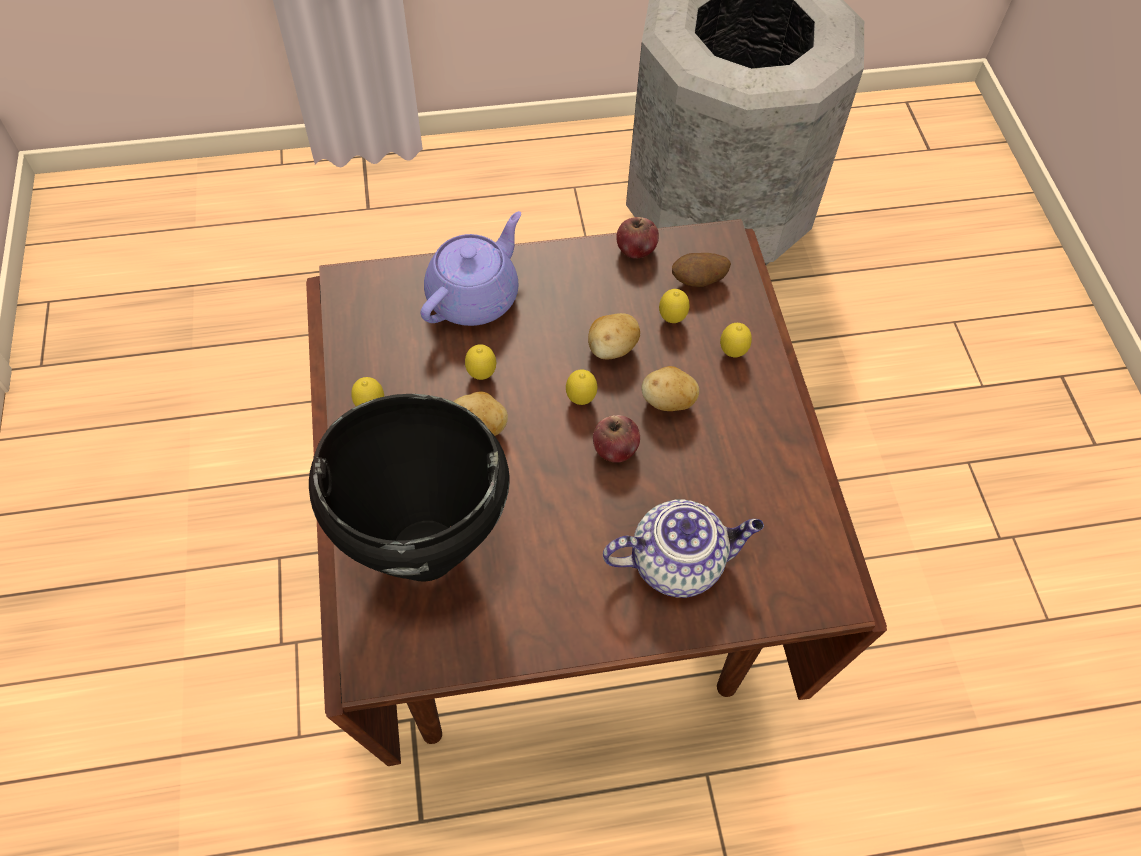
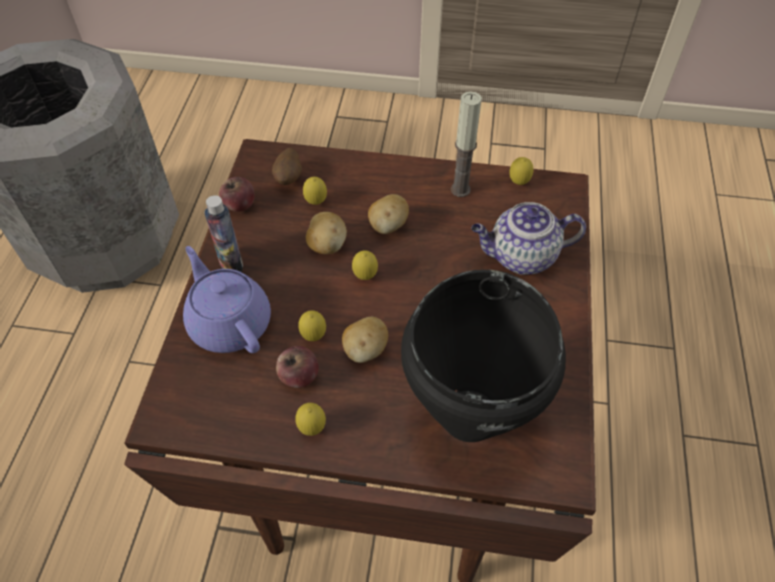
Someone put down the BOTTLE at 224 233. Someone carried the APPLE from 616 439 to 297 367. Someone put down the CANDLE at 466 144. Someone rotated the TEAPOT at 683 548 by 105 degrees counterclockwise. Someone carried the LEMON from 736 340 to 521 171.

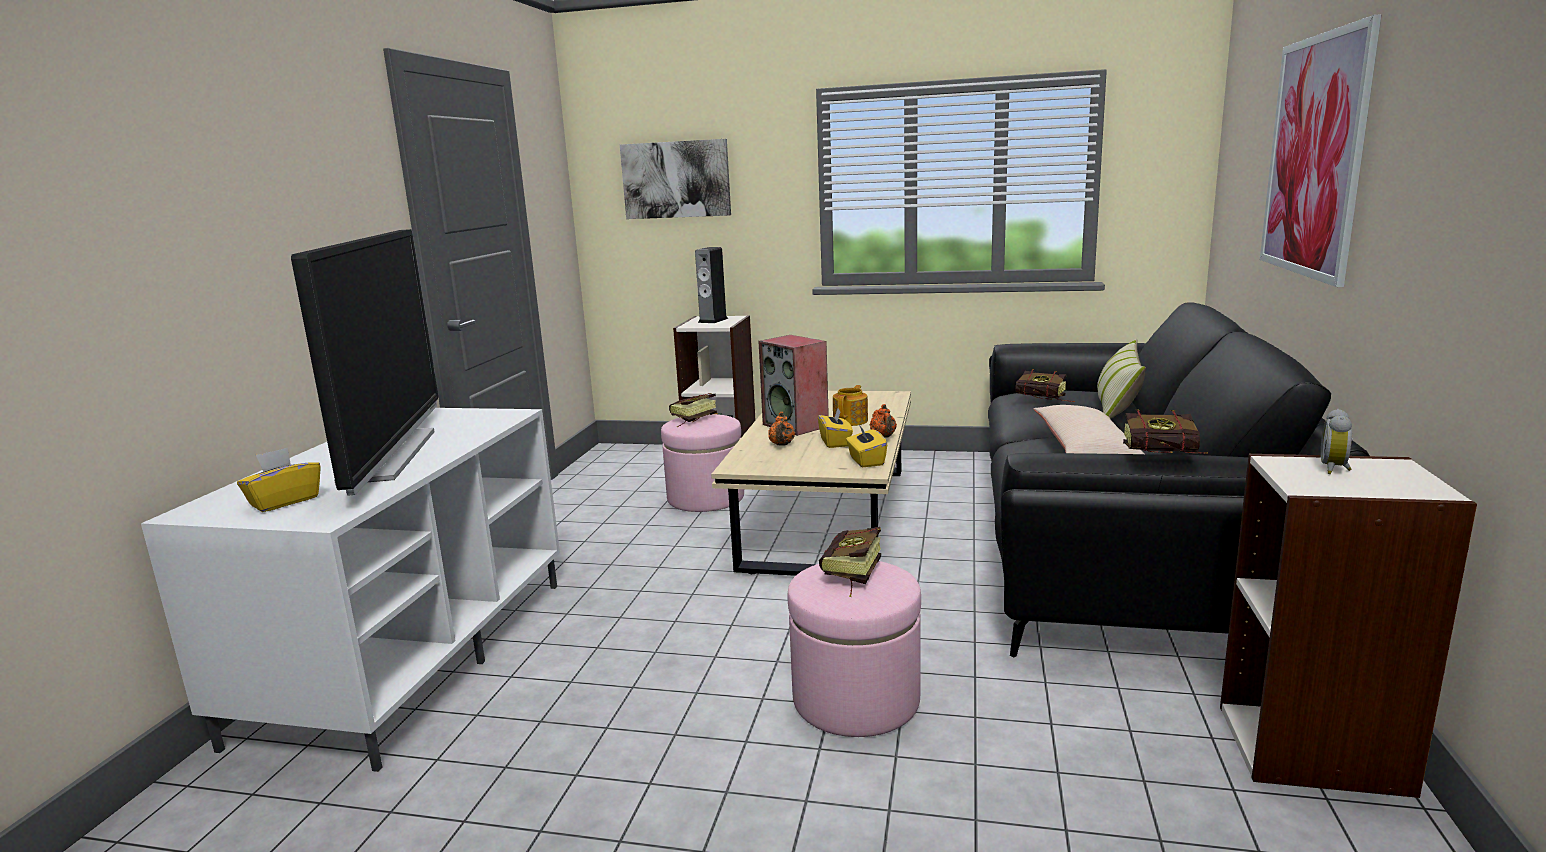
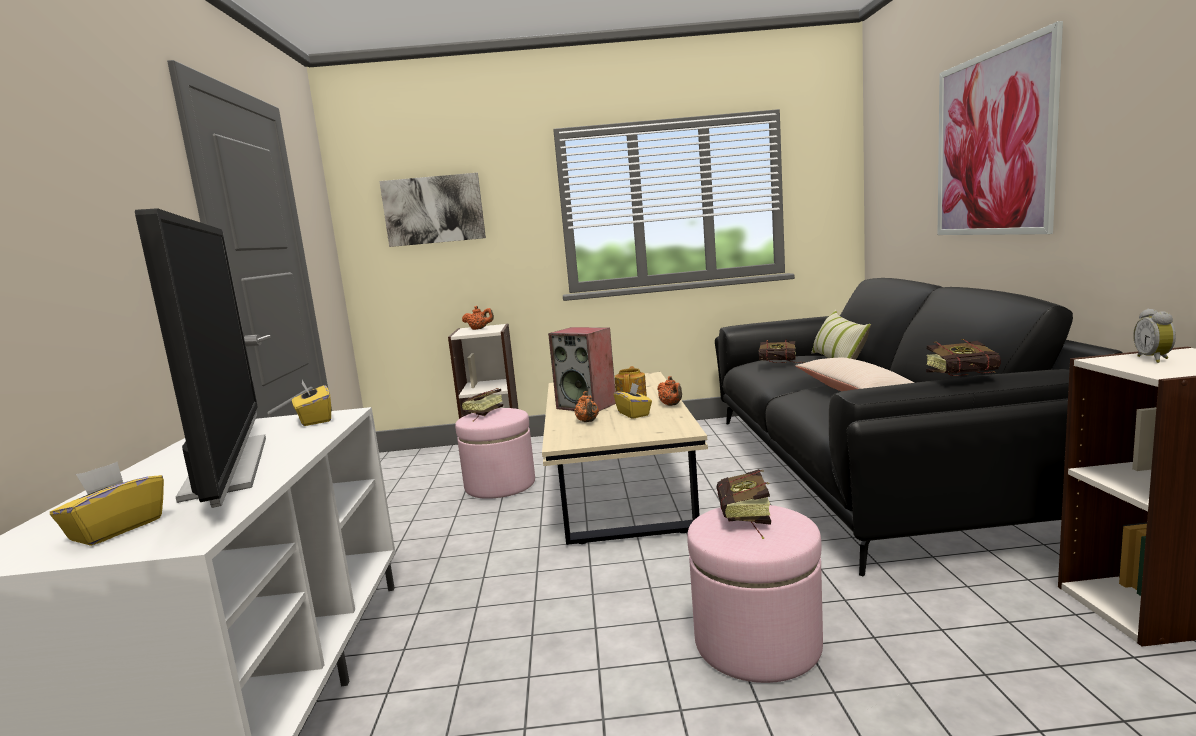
Someone carried the YELLOW TISSUE BOX from 866 446 to 311 403. Someone swapped the SPEAKER at 711 285 for the ORANGE TEAPOT at 478 318.

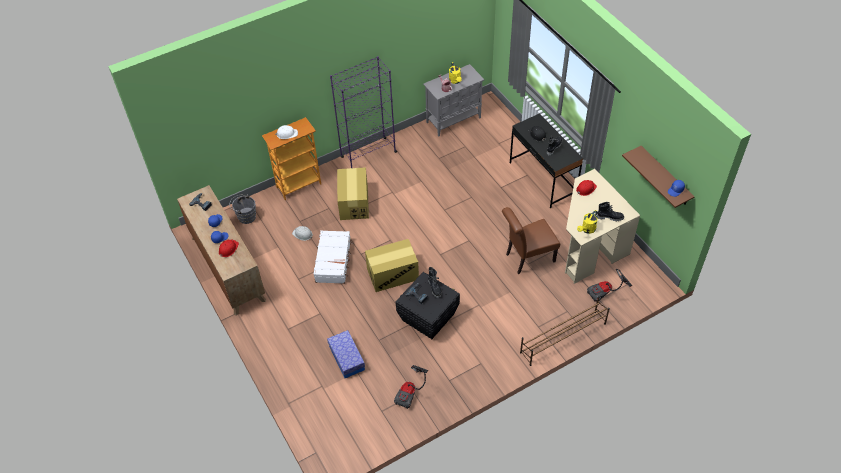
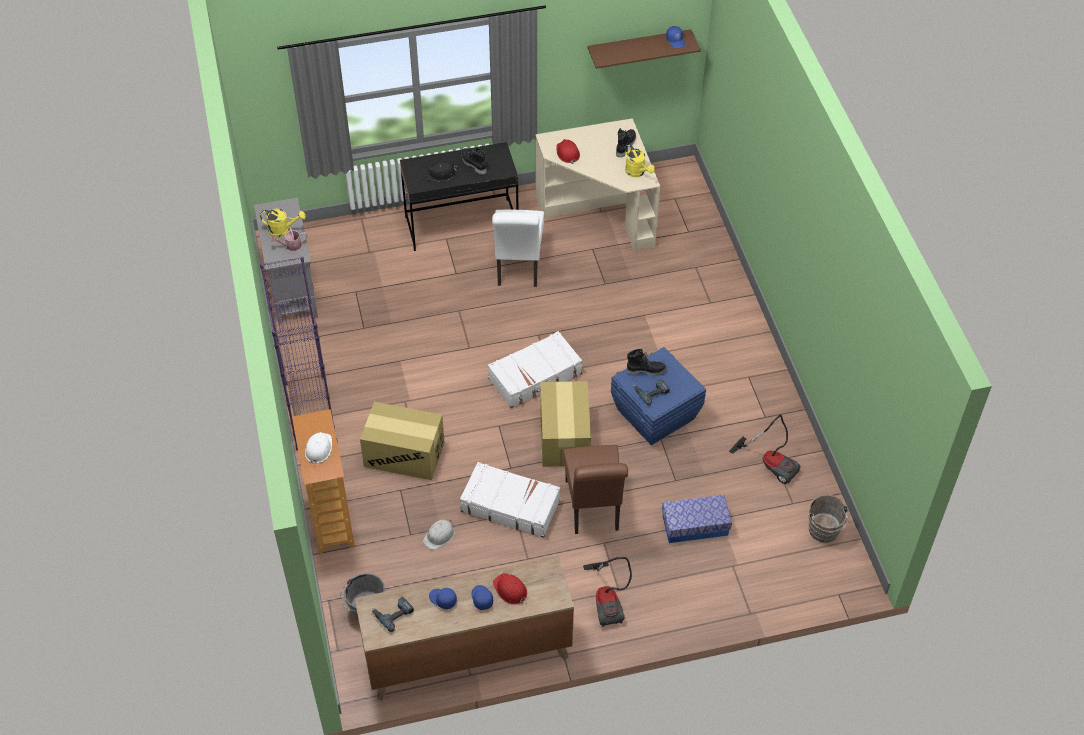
Someone put down the WHITE SUITCASE at 535 369. Someone put down the WHITE CHAIR at 518 248. Someone carried the BROWN CHAIR from 531 240 to 595 489. Someone carried the VACUUM CLEANER from 609 285 to 607 592. Someone repainted the BLACK STORAGE BOX at 428 305, which became the BLUE STORAGE BOX at 658 396. Someone put down the BROWN BUCKET at 828 518. Someone took away the BROWN SHOE RACK at 565 331.

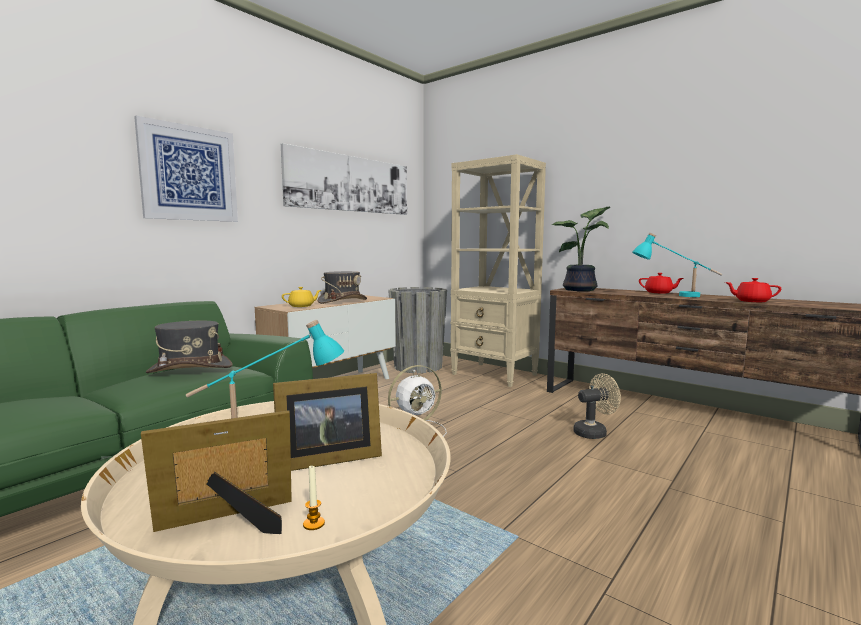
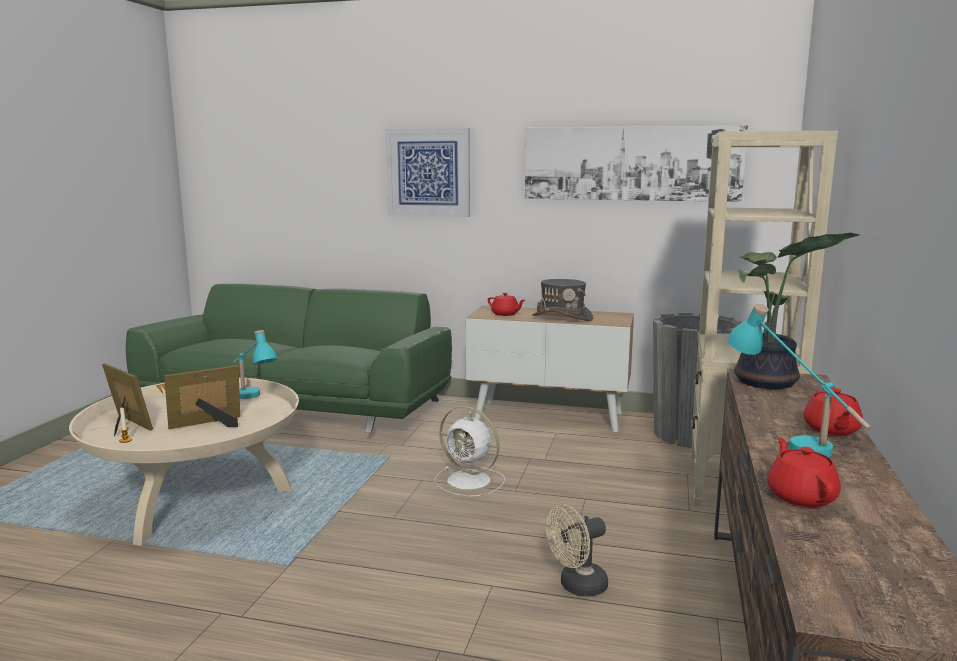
Someone rotated the PICTURE FRAME at 327 422 by 105 degrees clockwise. Someone repainted the YELLOW TEAPOT at 301 297, which became the RED TEAPOT at 506 304. Someone rotated the BEIGE FAN at 597 406 by 105 degrees clockwise. Someone took away the GREY HAT at 189 347.

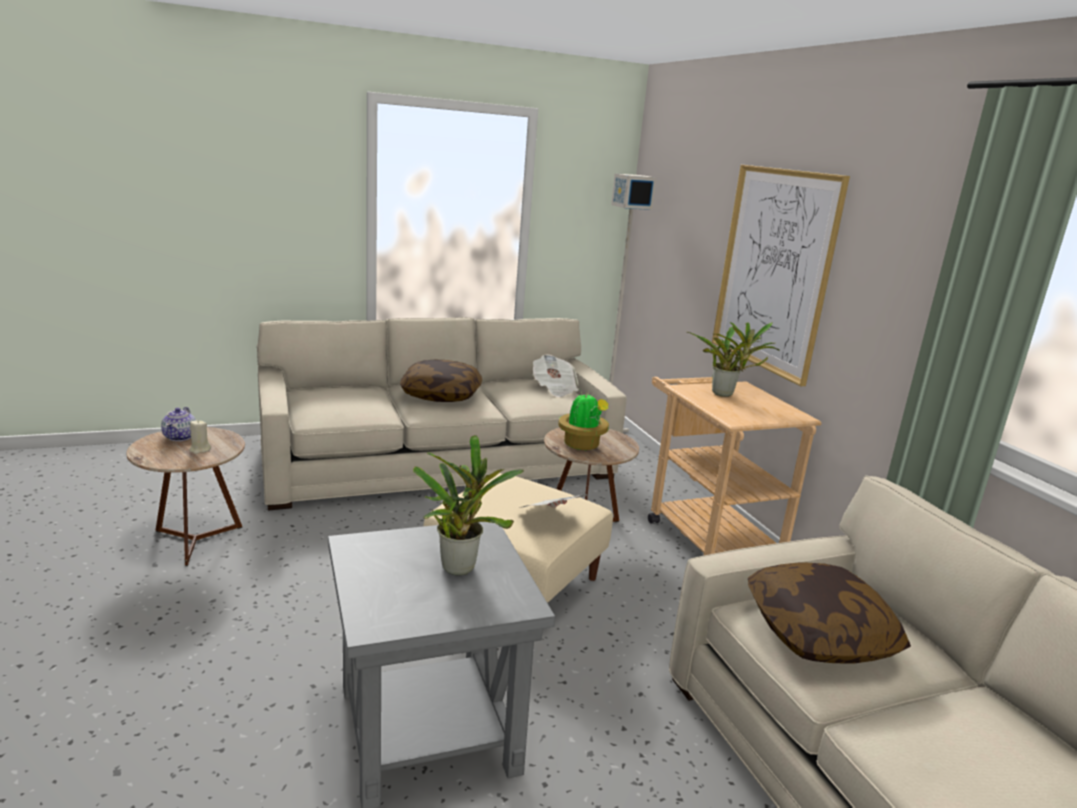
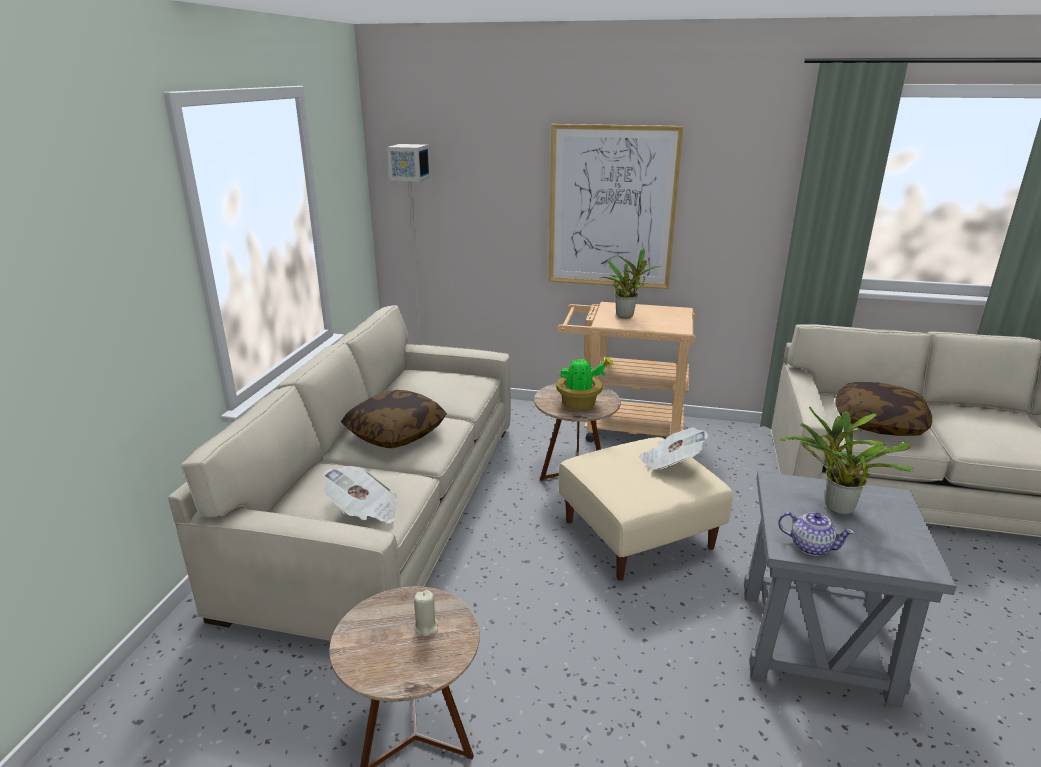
Someone carried the NEWSPAPER from 556 375 to 360 494. Someone carried the TEAPOT from 178 424 to 816 534.

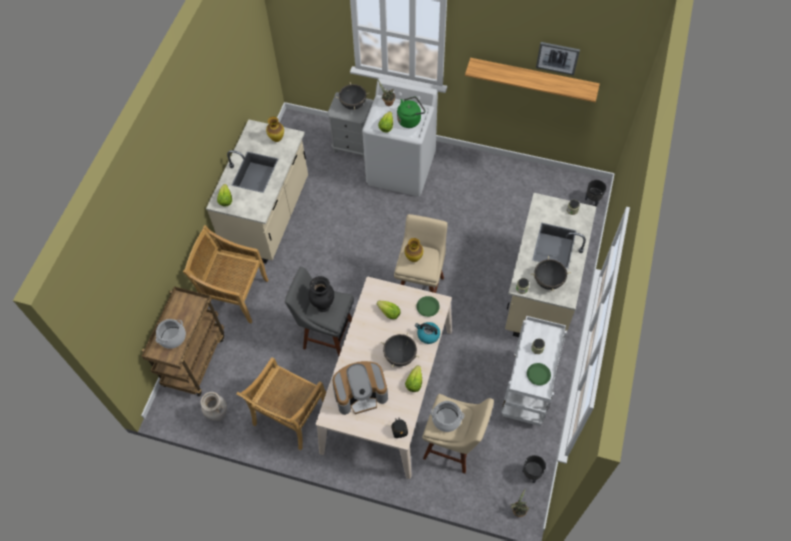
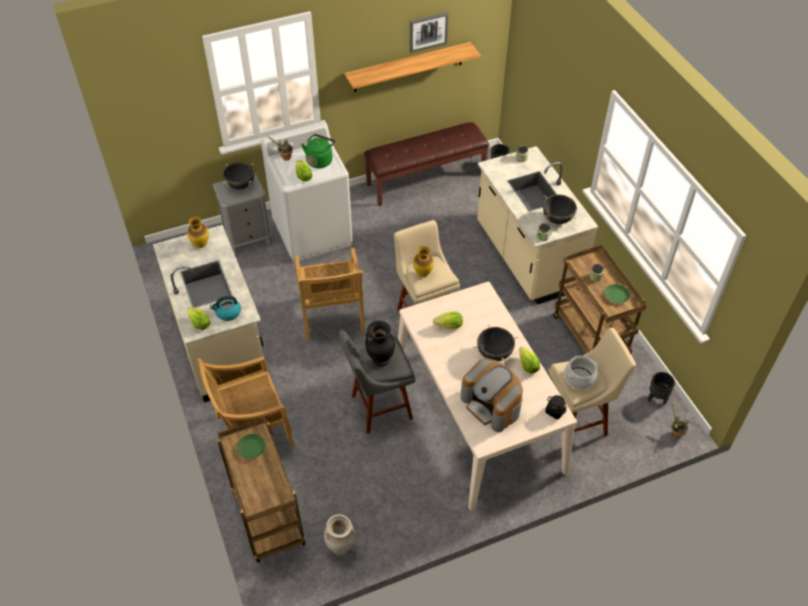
Someone carried the KETTLE from 427 333 to 225 308. Someone carried the GREEN PLATE from 428 306 to 251 446. Someone carried the BEIGE CHAIR from 281 403 to 330 294. Someone put down the BROWN BENCH at 426 164. Someone rotated the COFFEE MACHINE at 360 388 by 105 degrees clockwise. Someone repainted the WHITE CART at 534 371, which became the BROWN CART at 600 299. Someone took away the COOKING POT at 171 334.

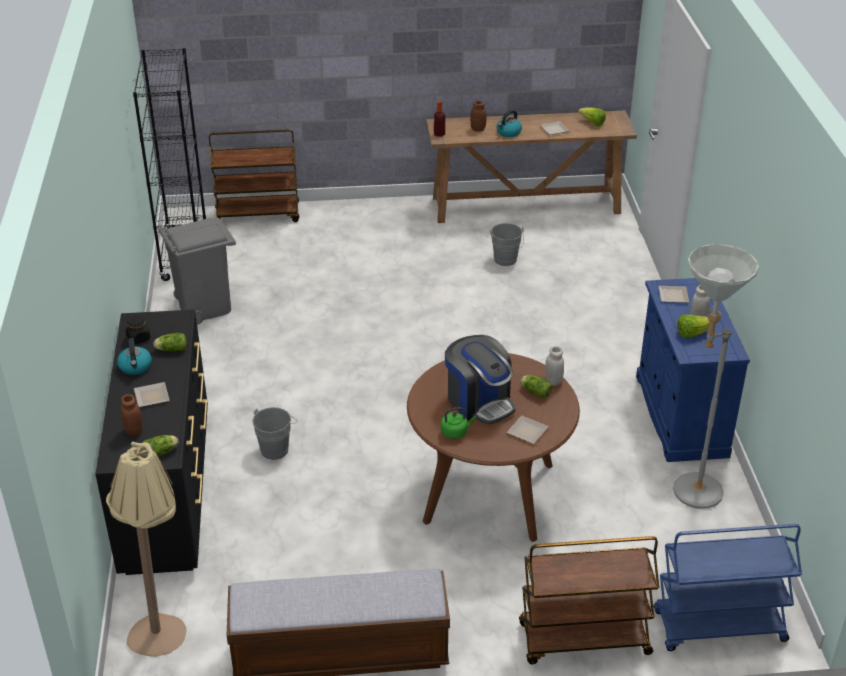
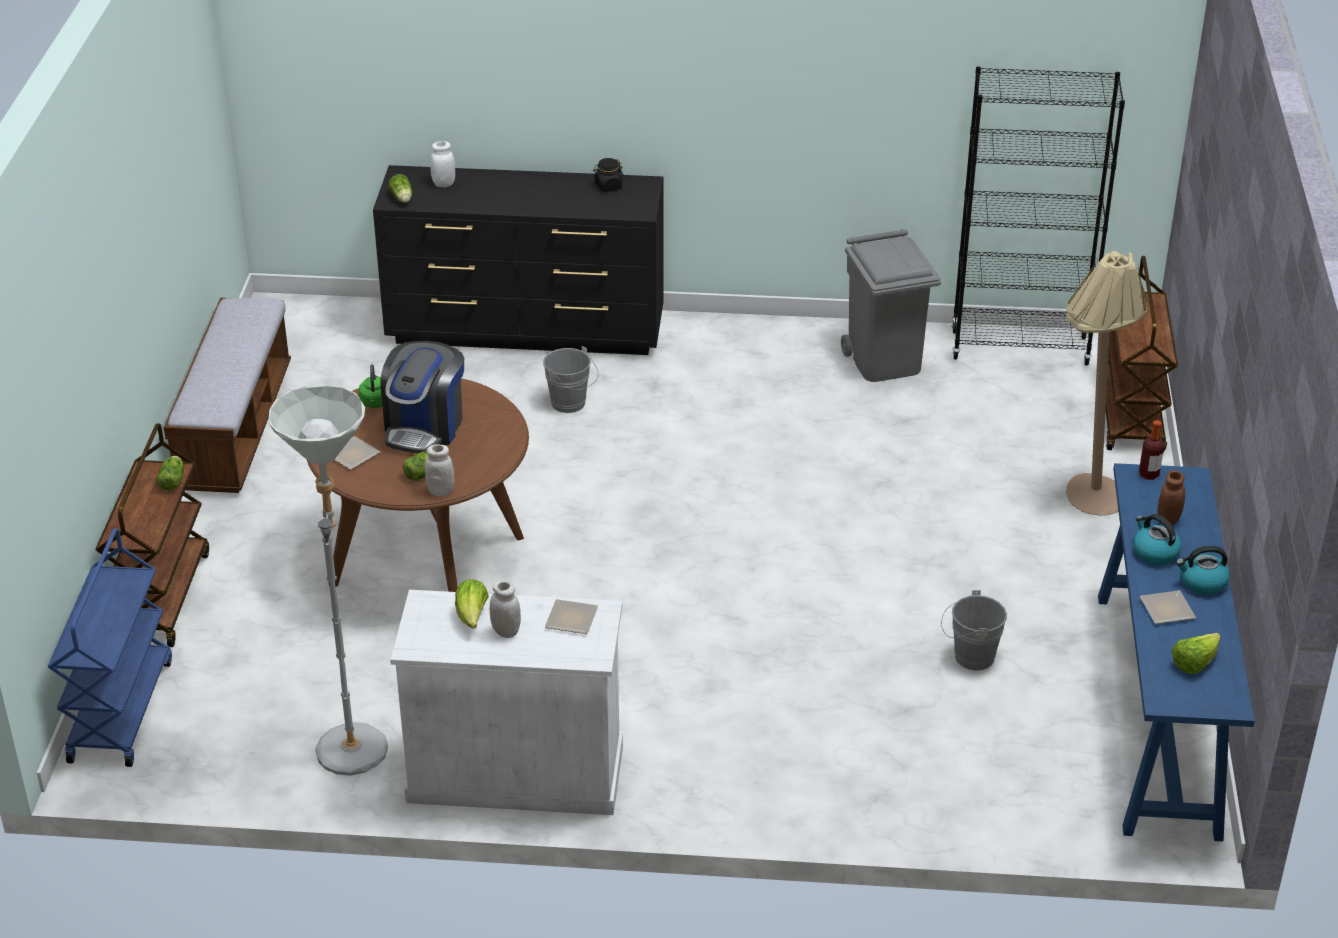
Someone carried the LETTUCE from 170 342 to 170 473. Someone rotated the COFFEE MACHINE at 480 380 by 45 degrees counterclockwise. Someone repainted the BLUE CABINET at 693 370, which became the WHITE CABINET at 506 702. Someone repainted the BROWN JAR at 132 415, which became the WHITE JAR at 442 164. Someone carried the BEIGE FLOOR LAMP from 146 548 to 1107 383. Someone repainted the BROWN CONSOLE TABLE at 531 167, which became the BLUE CONSOLE TABLE at 1176 652. Someone carried the KETTLE from 134 356 to 1203 570. Someone took away the PLATE at 152 394.

